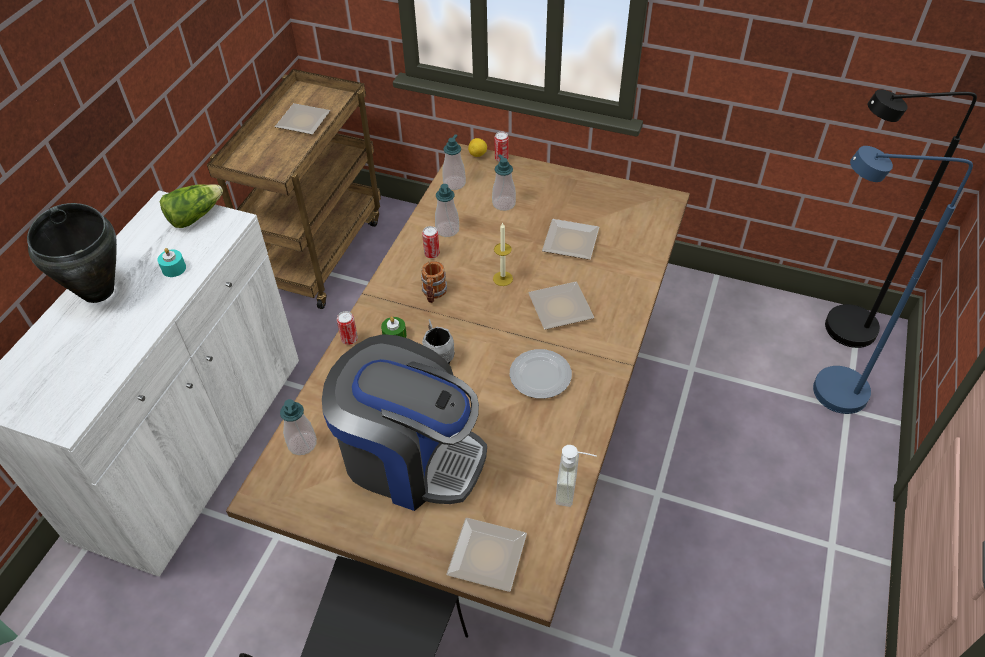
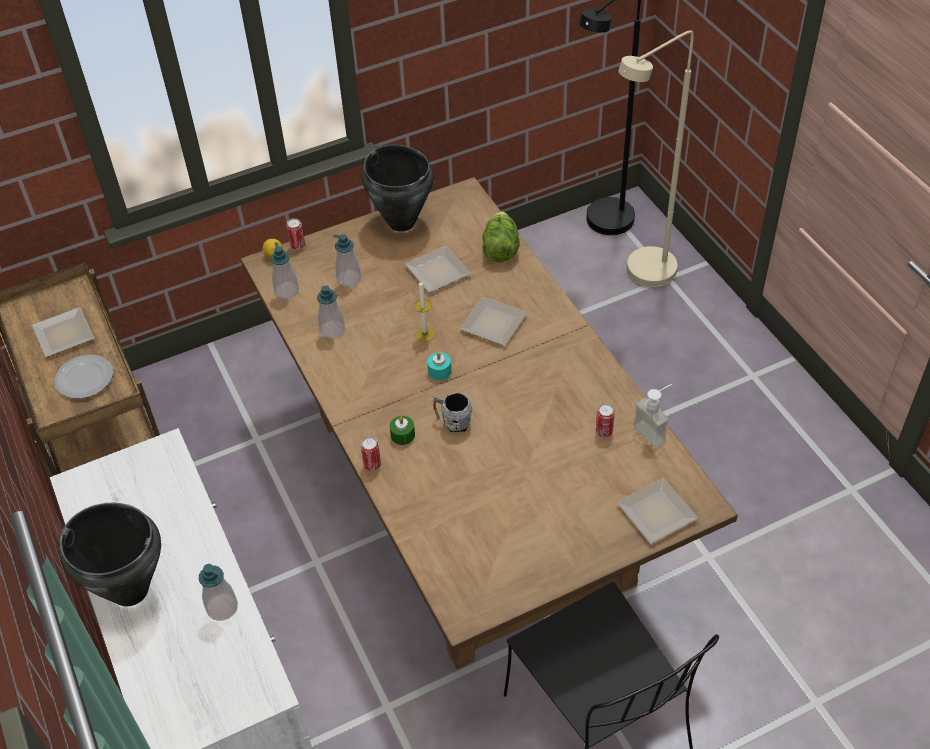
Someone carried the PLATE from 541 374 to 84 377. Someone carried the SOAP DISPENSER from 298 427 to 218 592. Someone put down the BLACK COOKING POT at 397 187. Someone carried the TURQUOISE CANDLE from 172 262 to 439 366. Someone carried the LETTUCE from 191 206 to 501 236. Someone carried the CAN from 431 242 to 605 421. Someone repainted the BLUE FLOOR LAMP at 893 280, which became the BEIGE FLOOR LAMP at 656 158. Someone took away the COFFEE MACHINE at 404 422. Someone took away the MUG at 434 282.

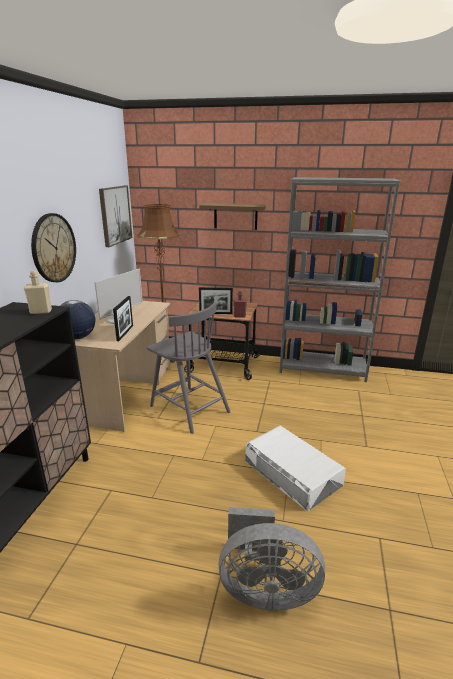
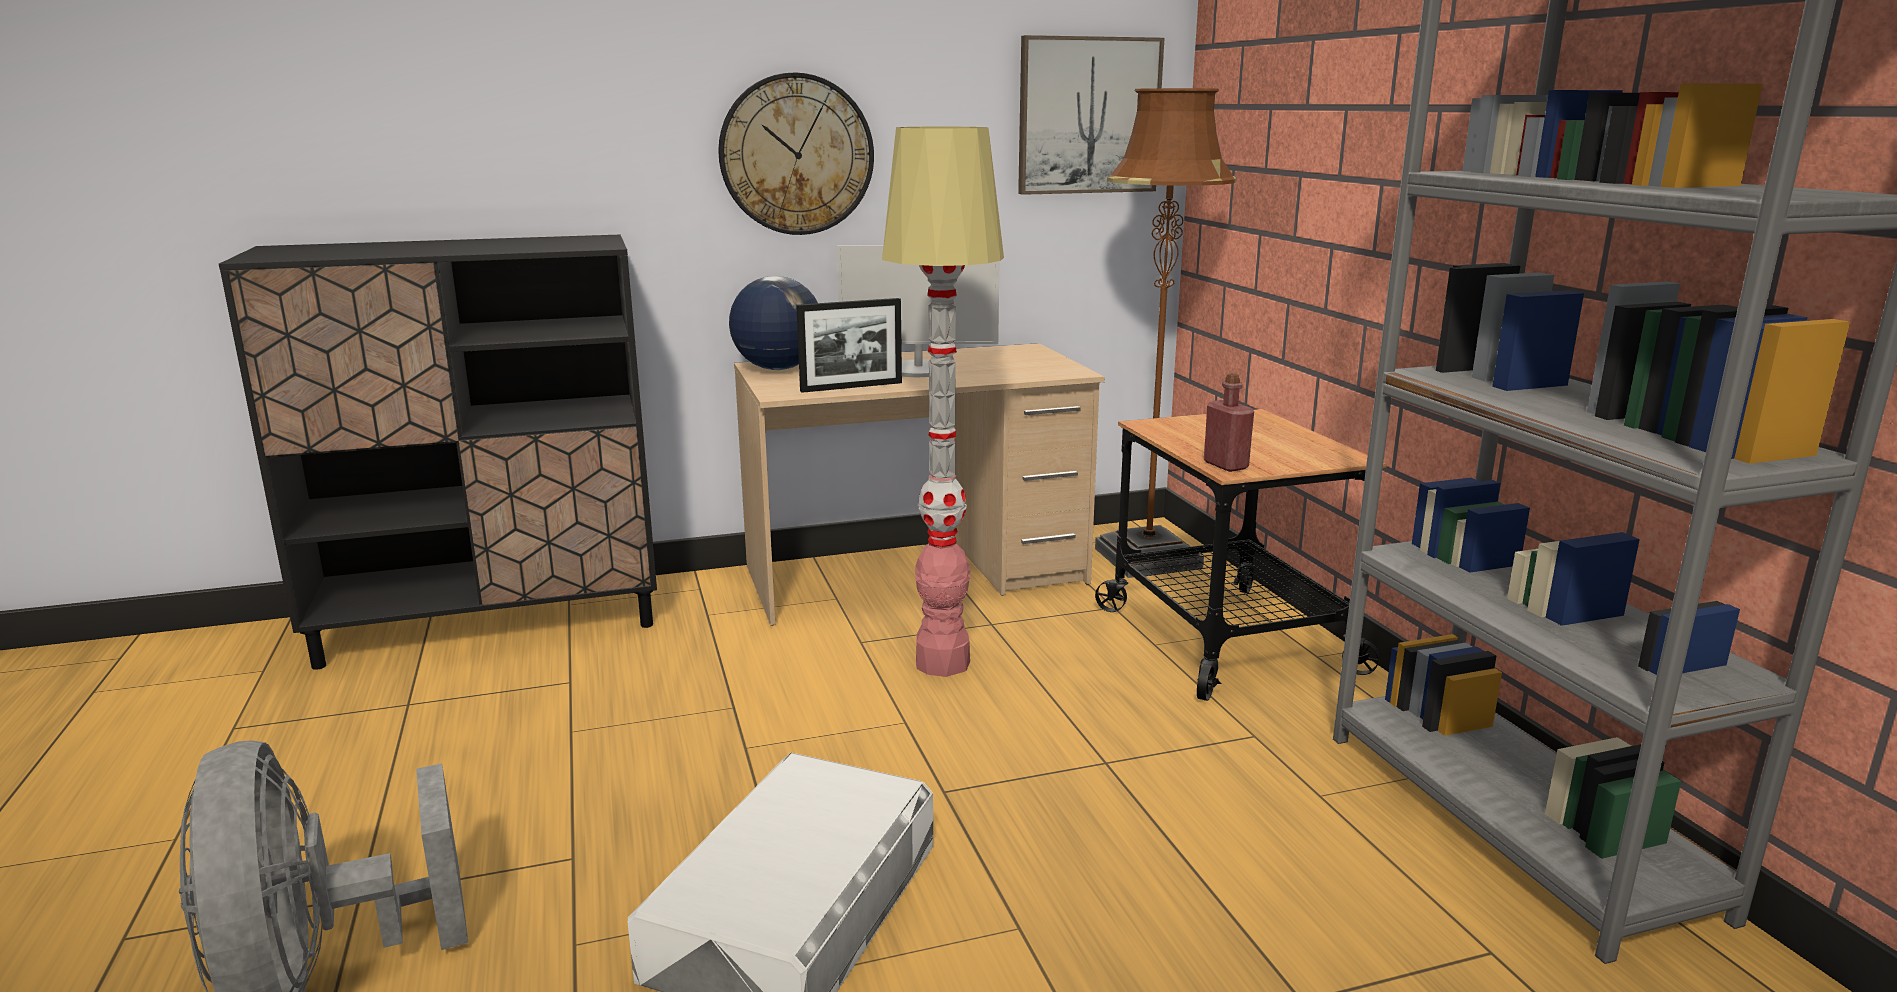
Someone swapped the GREY CHAIR at 189 368 for the FLOOR LAMP at 943 402. Someone took away the BEIGE BOTTLE at 38 292. Someone took away the SHELF at 233 216. Someone took away the PICTURE FRAME at 216 300.

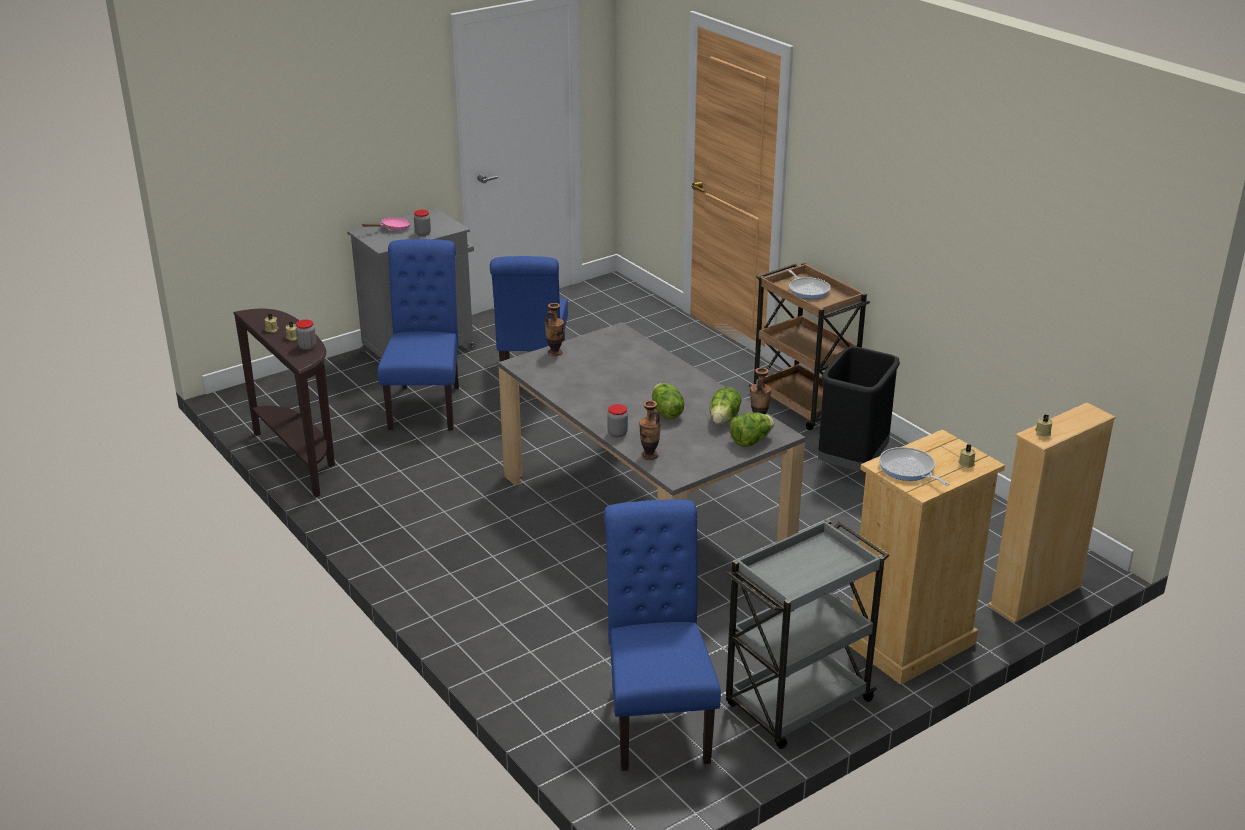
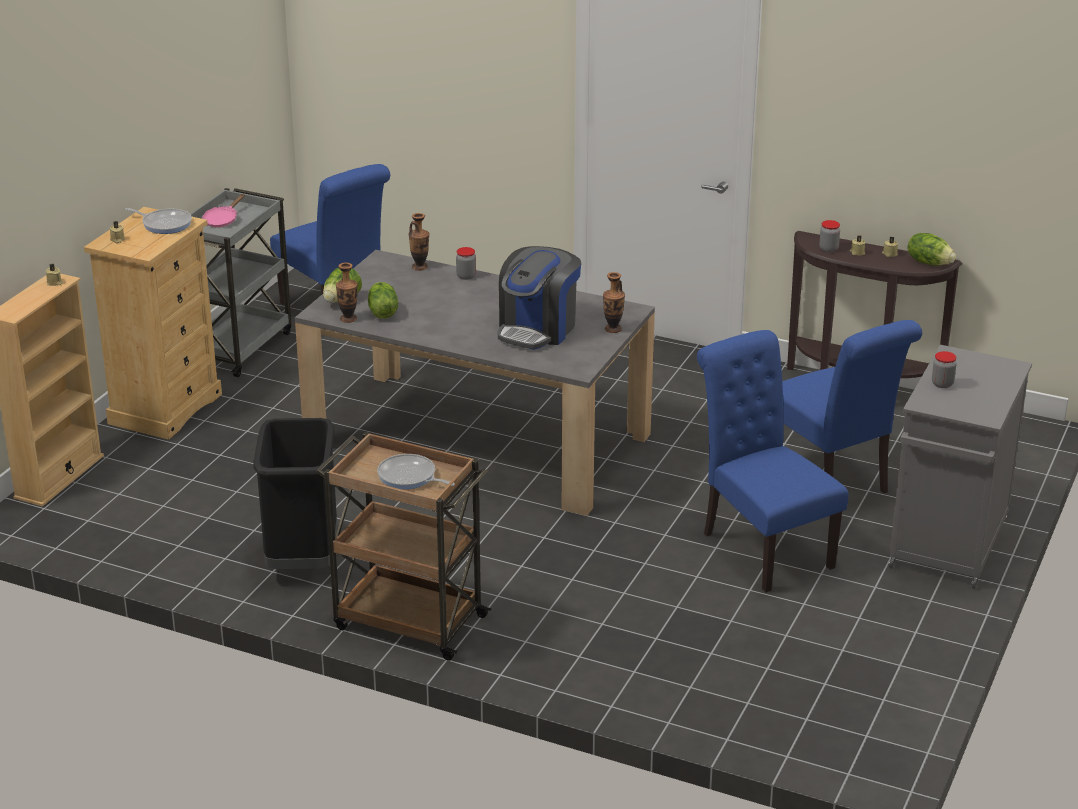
Someone carried the PINK FRYING PAN from 386 223 to 223 210. Someone put down the COFFEE MACHINE at 539 298. Someone carried the LETTUCE from 668 401 to 931 249.

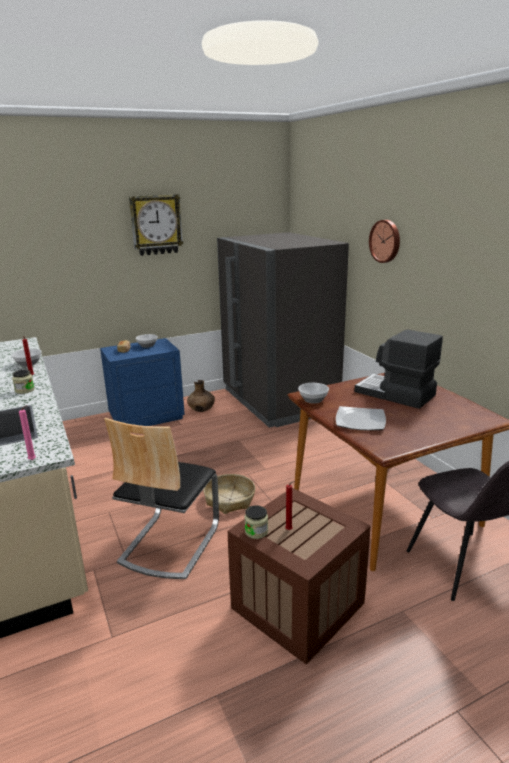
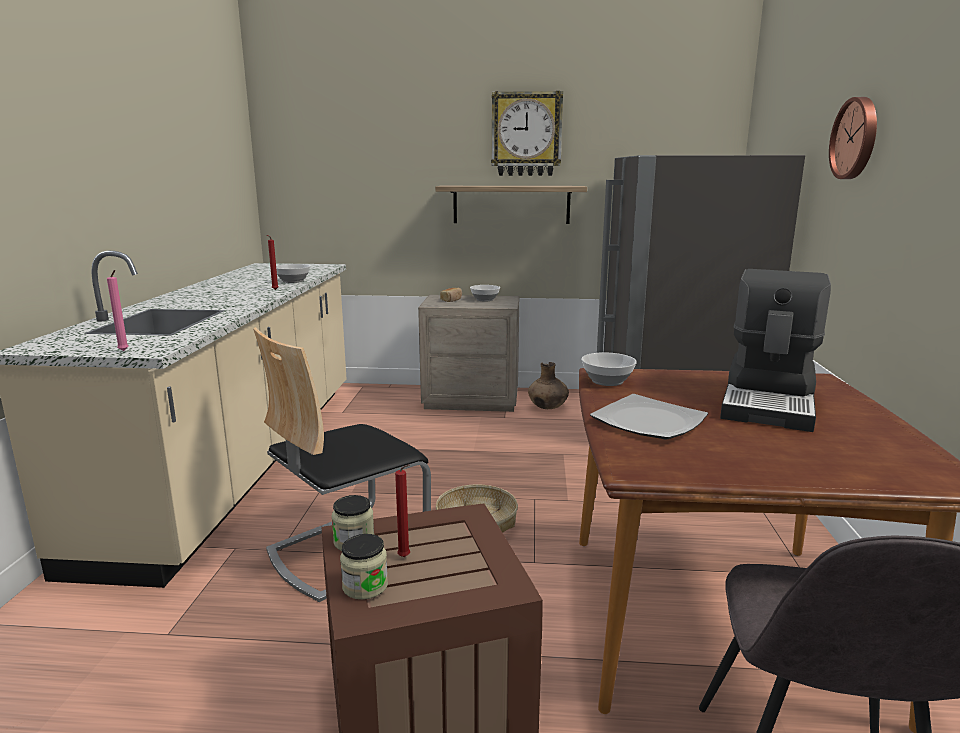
Someone carried the JAR from 23 382 to 364 567. Someone repainted the BLUE NIGHTSTAND at 142 382, which became the BEIGE NIGHTSTAND at 468 353. Someone put up the SHELF at 511 205. Someone rotated the COFFEE MACHINE at 398 369 by 135 degrees counterclockwise.

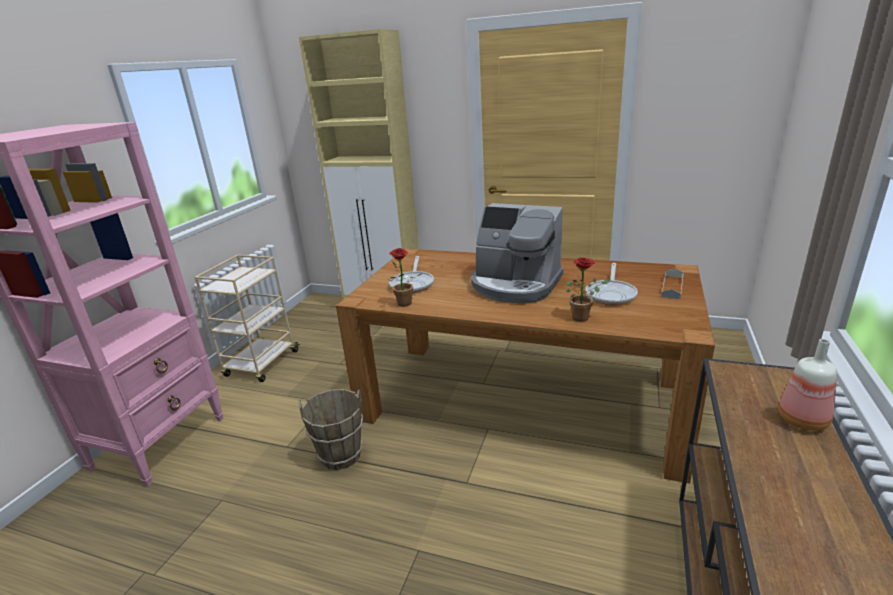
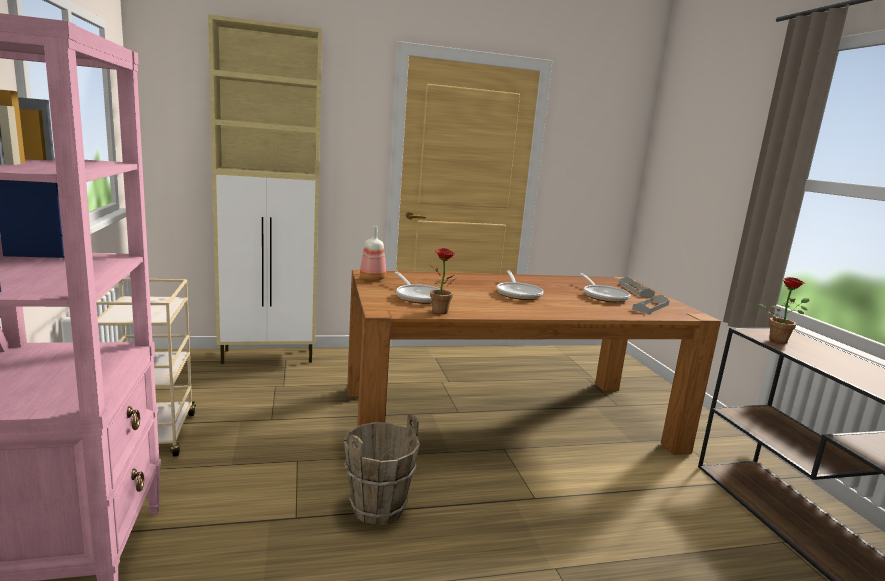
Someone carried the BOTTLE from 807 385 to 373 253. Someone swapped the COFFEE MACHINE at 517 253 for the FRYING PAN at 520 285. Someone put down the GREY TRAY at 651 304. Someone carried the POTTED PLANT from 588 289 to 784 310.

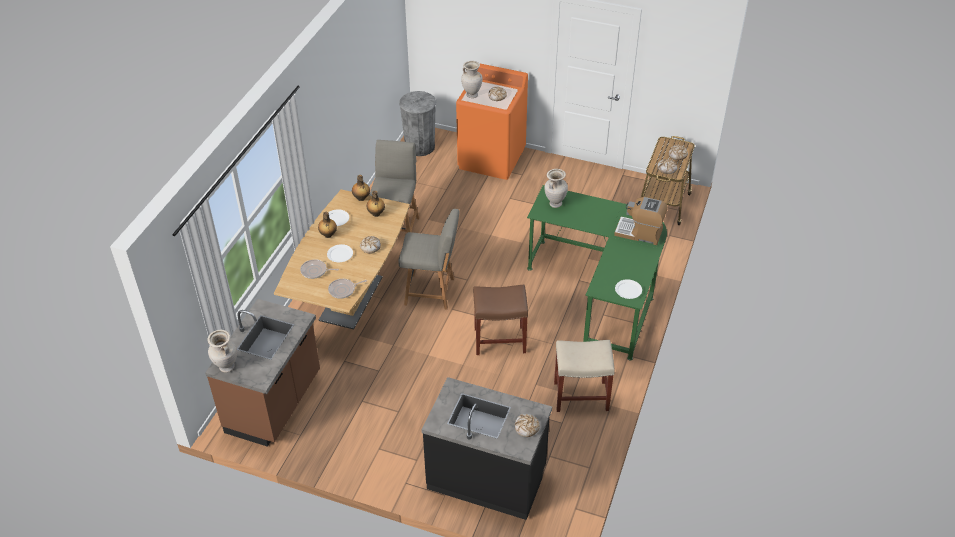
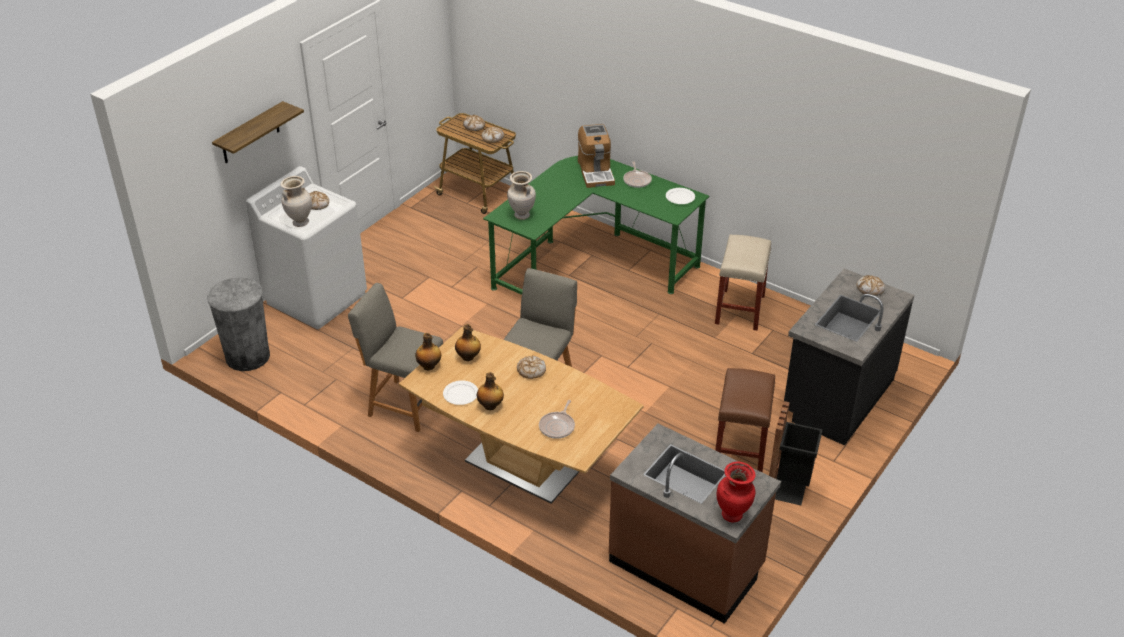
Someone put up the SHELF at 258 132. Someone repainted the ORANGE WASHING MACHINE at 492 121, which became the WHITE WASHING MACHINE at 306 247. Someone rotated the COFFEE MACHINE at 641 221 by 45 degrees counterclockwise. Someone carried the FRYING PAN from 347 289 to 637 175. Someone carried the BROWN STOOL from 500 320 to 745 420. Someone repainted the BEIGE VASE at 222 351, which became the RED VASE at 736 492. Someone put down the BLACK TRASH CAN at 796 453. Someone took away the WHITE PLATE at 340 253.

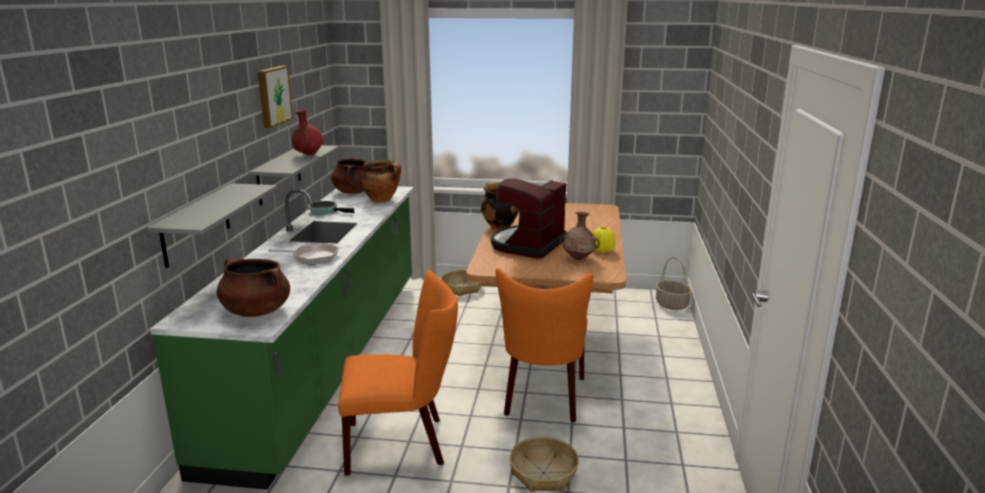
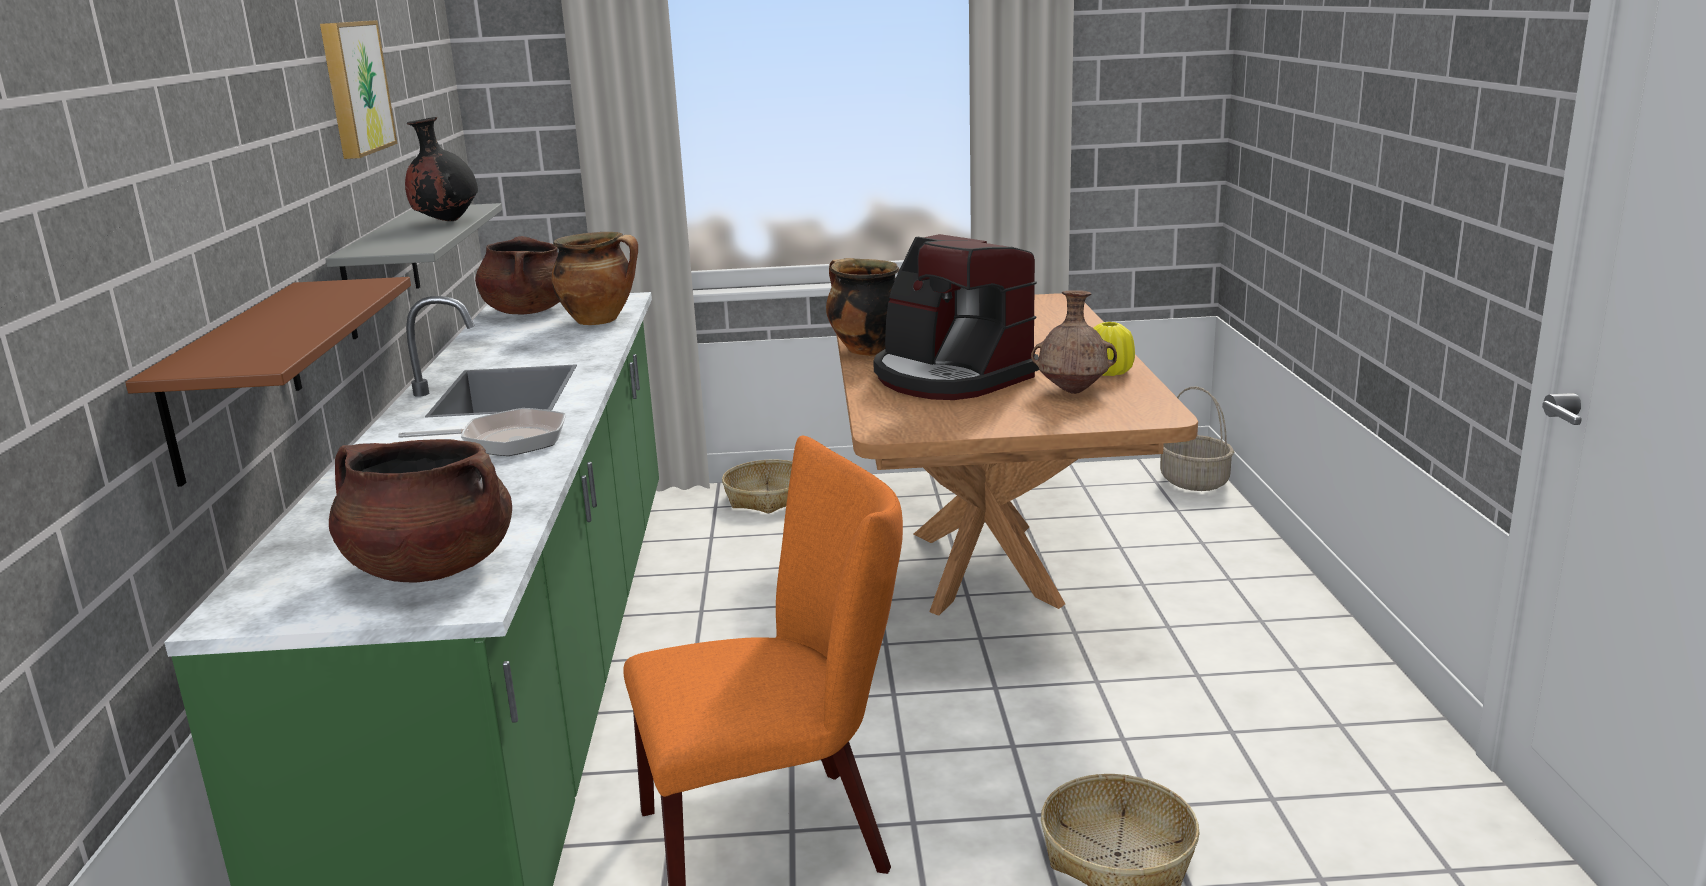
Someone repainted the GREY SHELF at 211 225, which became the BROWN SHELF at 268 382. Someone repainted the RED VASE at 307 132, which became the BLACK VASE at 441 169. Someone rotated the COFFEE MACHINE at 529 219 by 60 degrees counterclockwise. Someone took away the FRYING PAN at 331 207. Someone took away the ORANGE CHAIR at 544 345.

